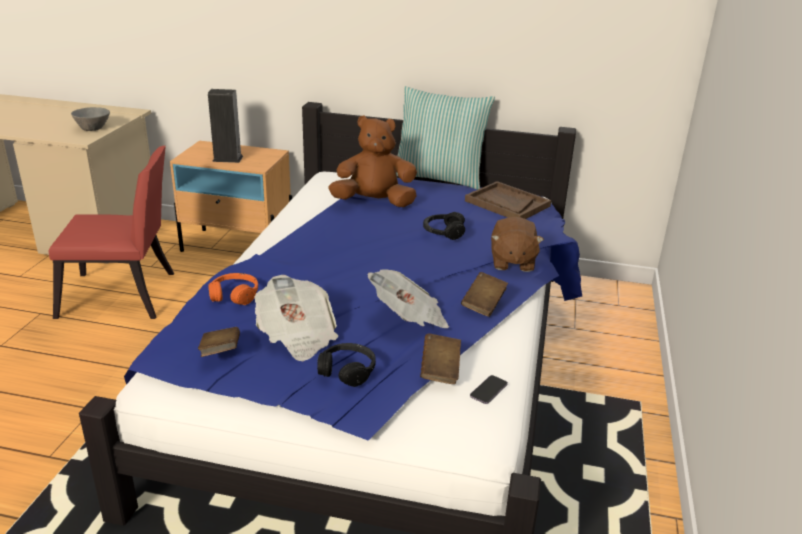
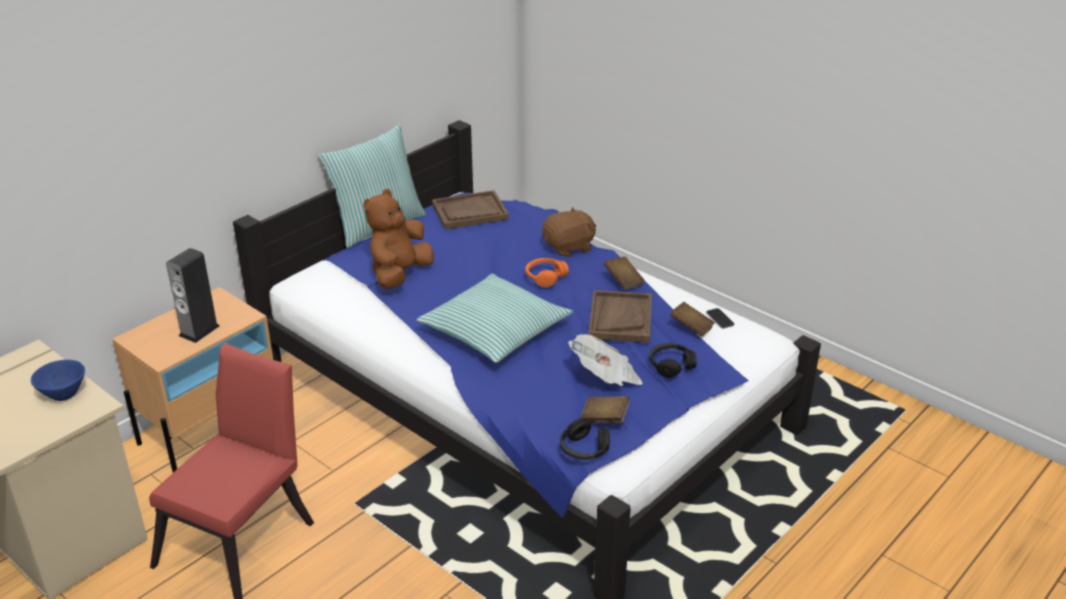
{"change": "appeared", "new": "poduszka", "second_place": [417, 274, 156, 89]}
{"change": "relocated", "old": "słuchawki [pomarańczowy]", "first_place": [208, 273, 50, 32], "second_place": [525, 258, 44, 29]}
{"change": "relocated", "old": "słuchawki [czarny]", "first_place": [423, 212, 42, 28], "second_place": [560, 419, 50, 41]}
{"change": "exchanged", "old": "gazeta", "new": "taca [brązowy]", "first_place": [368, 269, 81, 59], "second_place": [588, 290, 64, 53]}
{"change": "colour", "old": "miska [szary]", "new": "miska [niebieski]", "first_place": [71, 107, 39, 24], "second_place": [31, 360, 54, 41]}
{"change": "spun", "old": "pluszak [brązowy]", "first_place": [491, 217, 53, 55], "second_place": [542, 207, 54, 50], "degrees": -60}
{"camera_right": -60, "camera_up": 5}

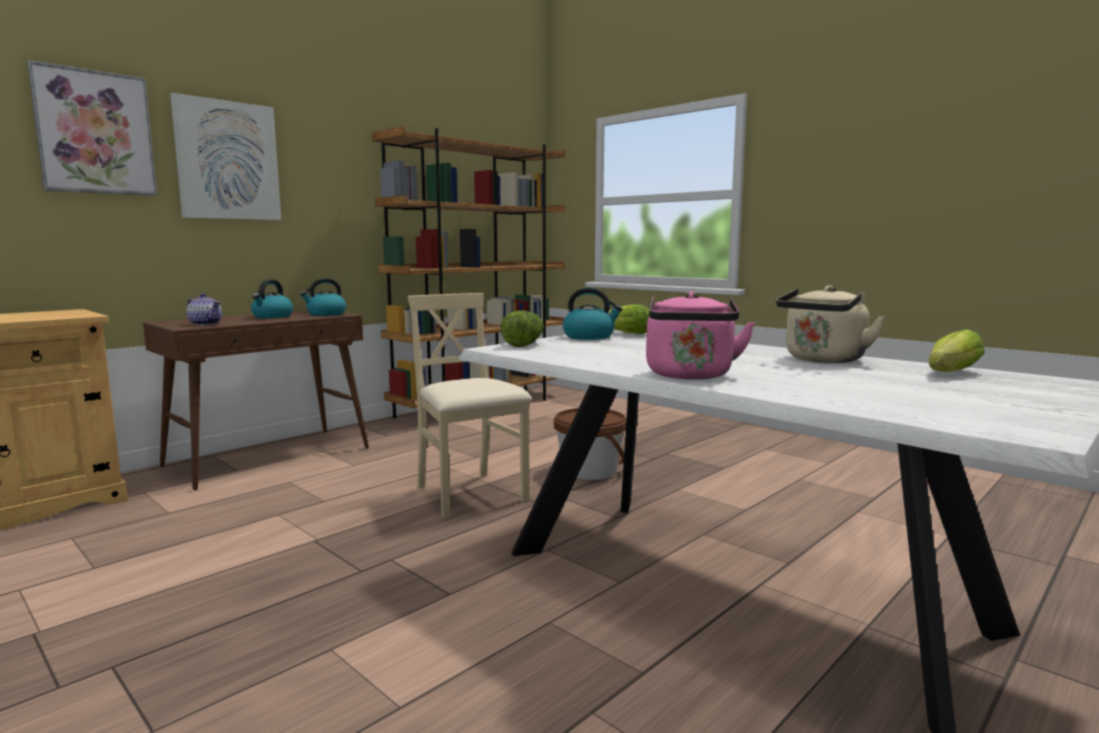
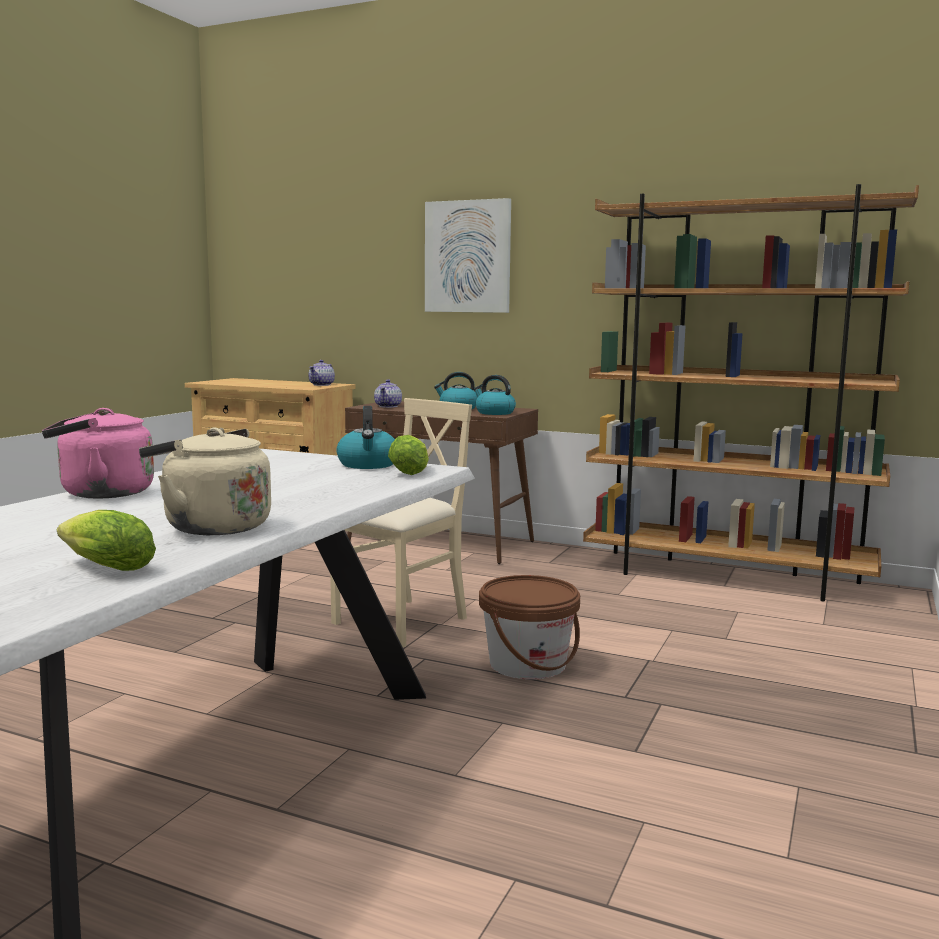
{"change": "missing", "old": "obraz", "first_place": [27, 60, 130, 136]}
{"change": "missing", "old": "sałata", "first_place": [501, 310, 43, 37]}
{"change": "appeared", "new": "imbryk", "second_place": [308, 360, 27, 26]}
{"camera_right": 70, "camera_up": 0}

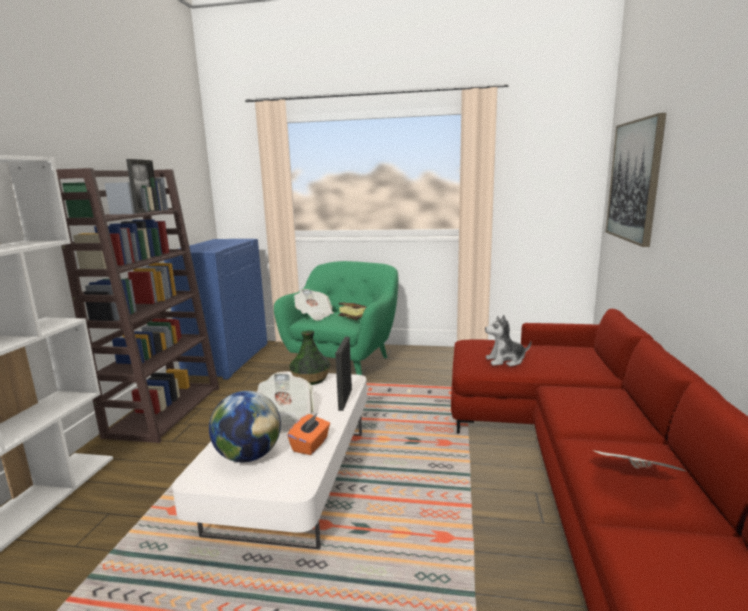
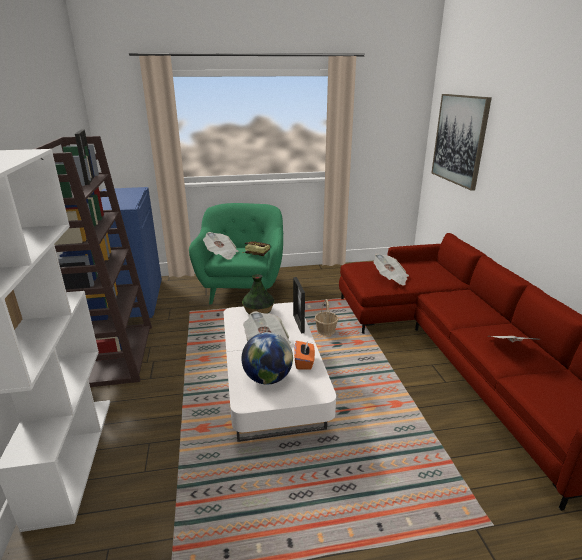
{"change": "appeared", "new": "koszyk", "second_place": [315, 299, 23, 37]}
{"change": "exchanged", "old": "pluszak", "new": "gazeta", "first_place": [485, 315, 46, 51], "second_place": [373, 254, 36, 32]}
{"camera_right": -20, "camera_up": 10}

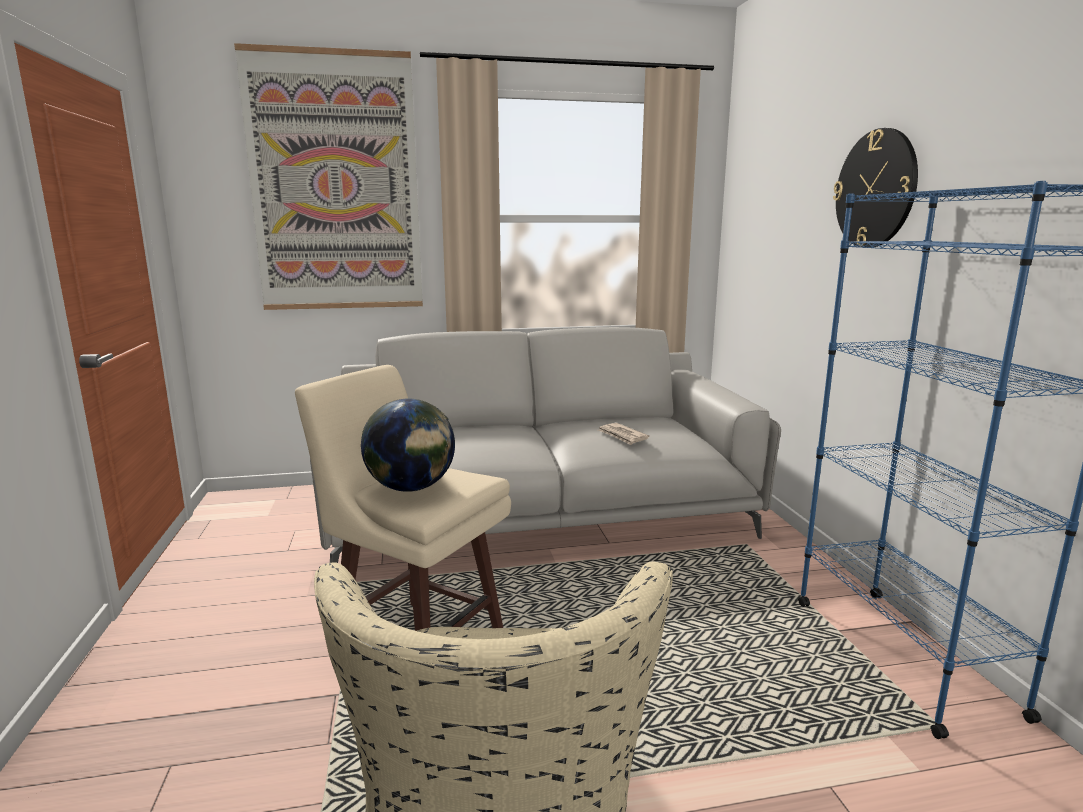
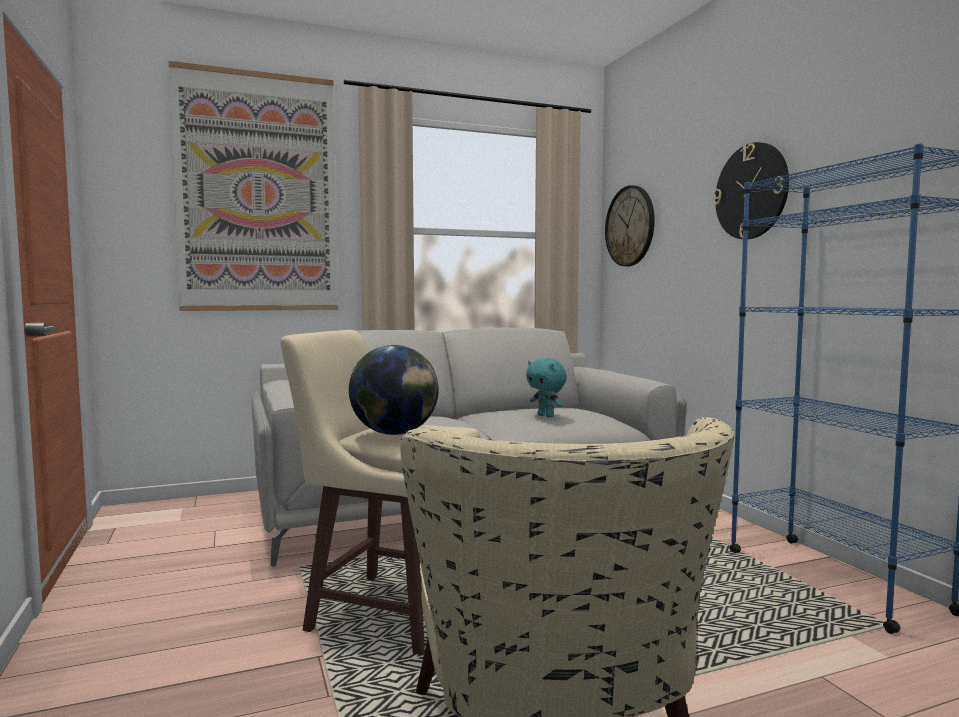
{"change": "appeared", "new": "zegar ścienny", "second_place": [605, 185, 50, 81]}
{"change": "exchanged", "old": "gazeta", "new": "pluszak [turkusowy]", "first_place": [598, 423, 52, 22], "second_place": [526, 358, 41, 60]}
{"camera_right": -10, "camera_up": -10}

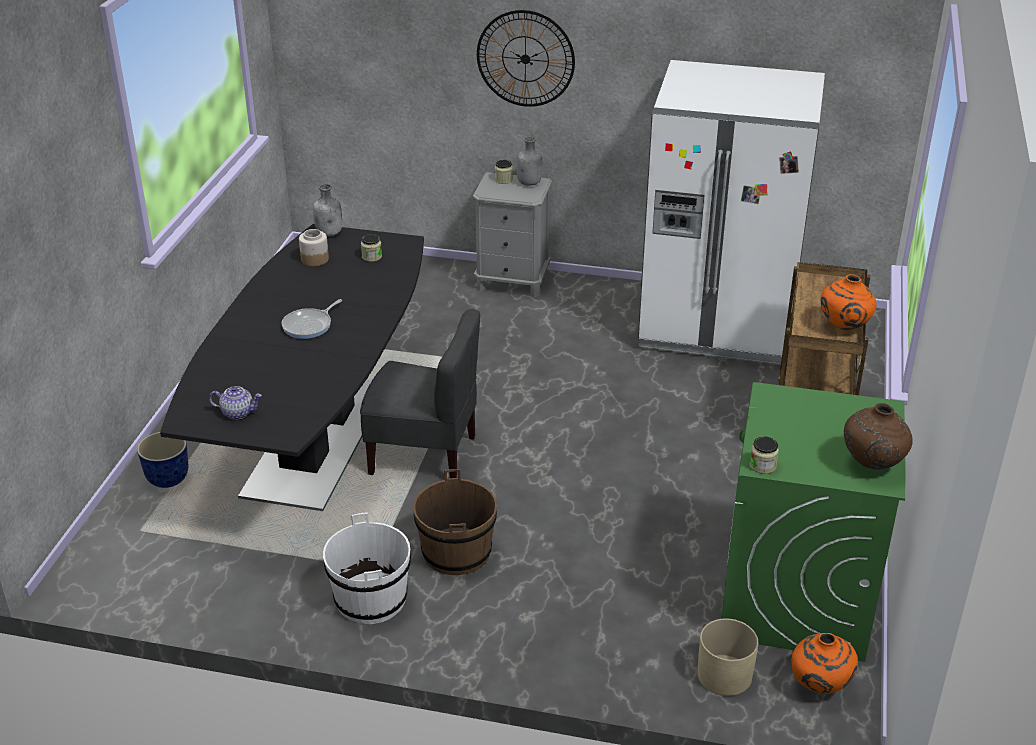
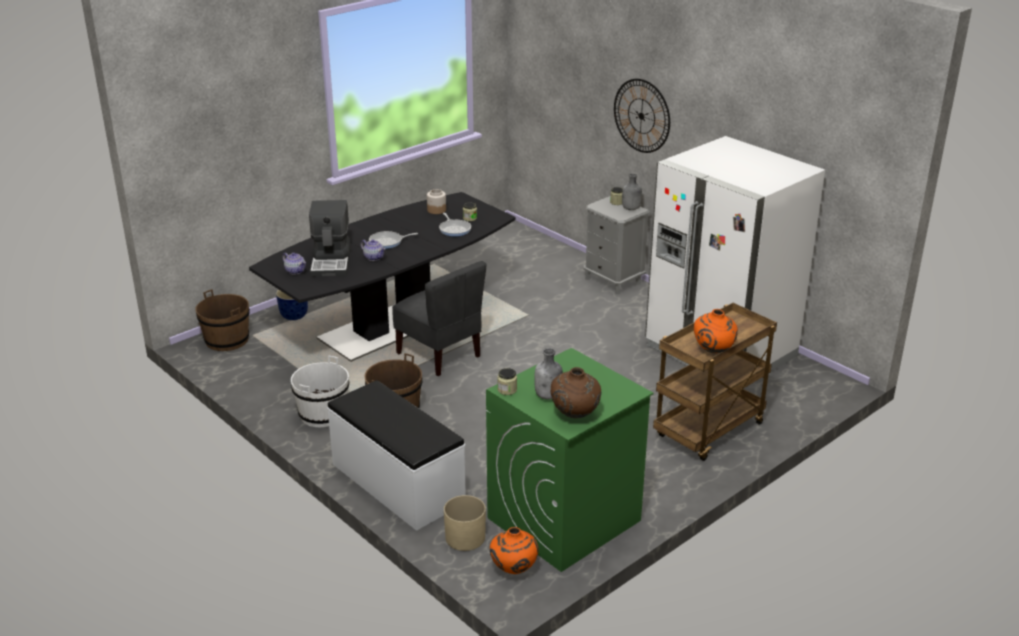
{"change": "appeared", "new": "wiadro [brązowy]", "second_place": [195, 289, 55, 62]}
{"change": "appeared", "new": "ekspres do kawy", "second_place": [309, 200, 42, 77]}
{"change": "appeared", "new": "ławka [biały]", "second_place": [327, 380, 139, 151]}
{"change": "appeared", "new": "imbryk", "second_place": [361, 240, 25, 21]}
{"change": "appeared", "new": "patelnia", "second_place": [439, 213, 32, 24]}
{"change": "relocated", "old": "butelka [szary]", "first_place": [313, 184, 29, 53], "second_place": [534, 348, 29, 52]}
{"camera_right": 35, "camera_up": -5}

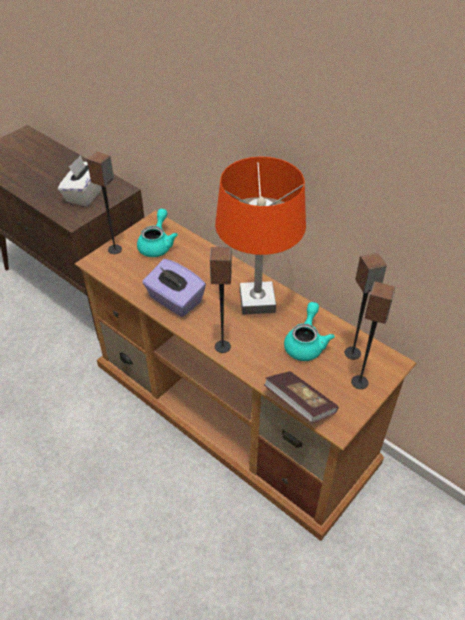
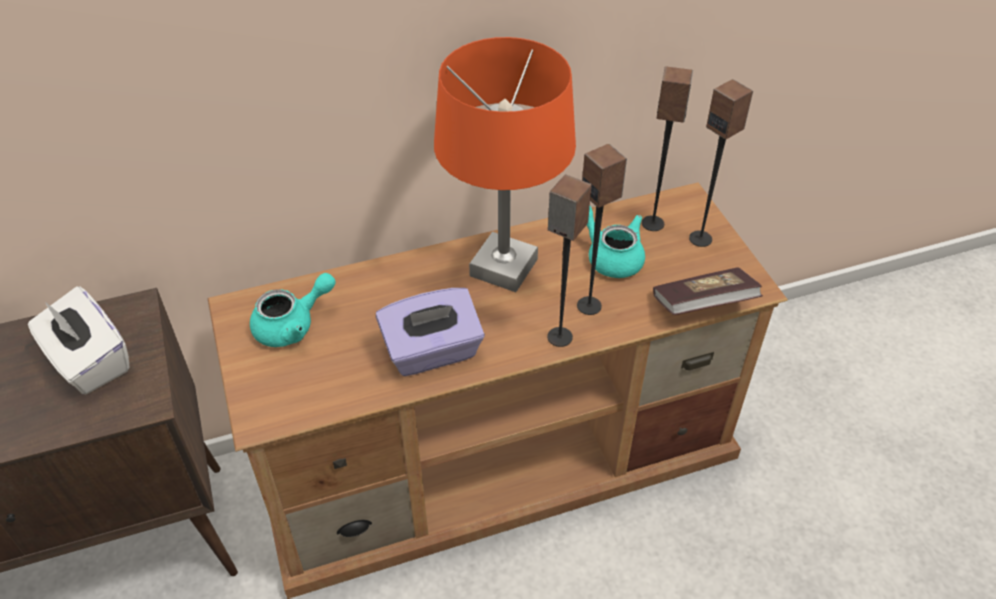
{"change": "relocated", "old": "głośnik", "first_place": [87, 151, 35, 103], "second_place": [577, 144, 50, 171]}
{"change": "spun", "old": "imbryk [turkusowy]", "first_place": [137, 209, 41, 48], "second_place": [250, 273, 85, 74], "degrees": 105}
{"camera_right": -60, "camera_up": 0}

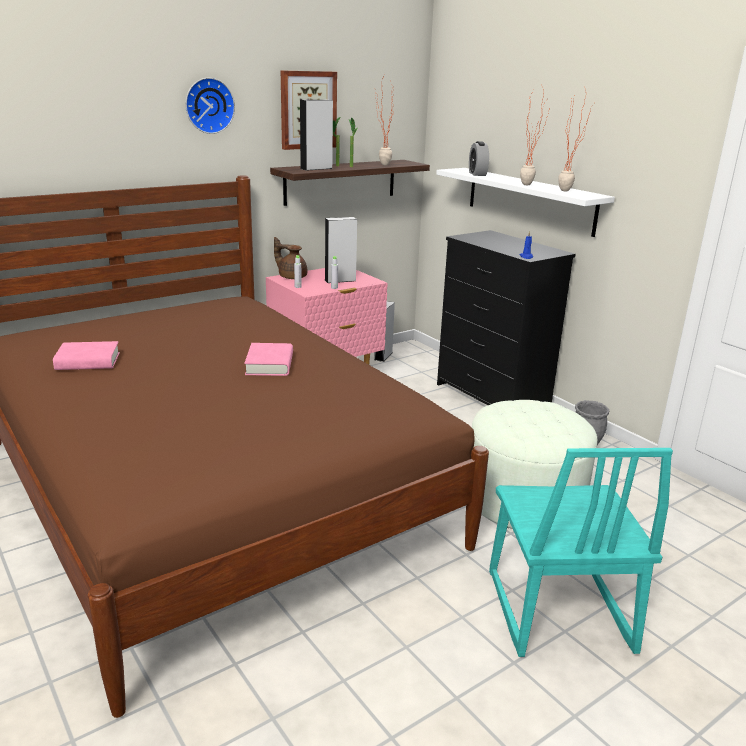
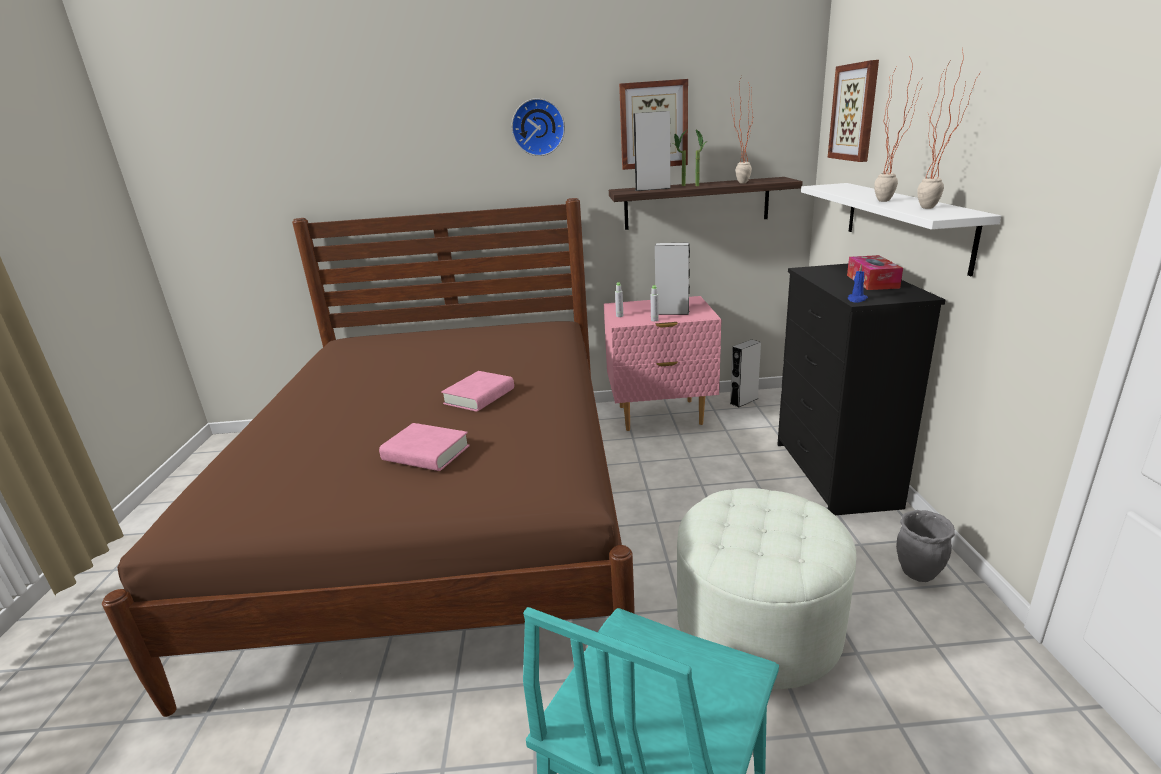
{"change": "missing", "old": "imbryk [brązowy]", "first_place": [274, 237, 33, 42]}
{"change": "missing", "old": "budzik", "first_place": [469, 141, 20, 35]}
{"change": "appeared", "new": "obraz", "second_place": [828, 60, 51, 102]}
{"change": "appeared", "new": "pudełko chusteczek", "second_place": [847, 255, 56, 35]}
{"change": "relocated", "old": "książka [różowy]", "first_place": [53, 341, 67, 29], "second_place": [379, 423, 91, 48]}
{"camera_right": 35, "camera_up": 0}

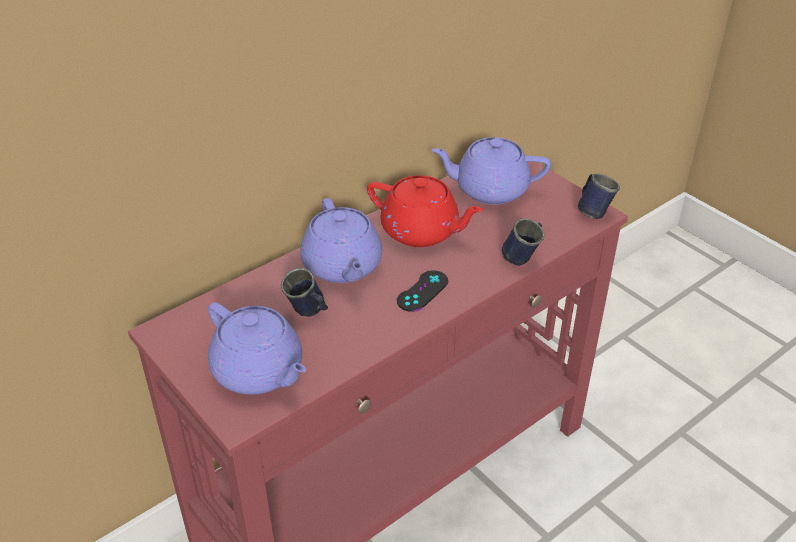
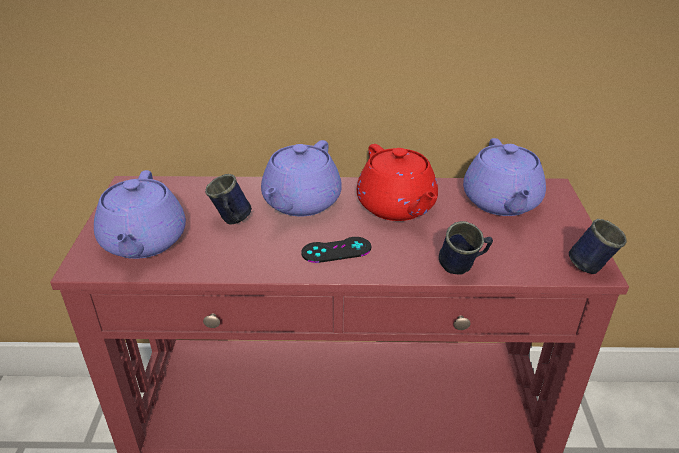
{"change": "spun", "old": "imbryk [fioletowy]", "first_place": [431, 137, 120, 68], "second_place": [463, 138, 83, 78], "degrees": -135}
{"camera_right": 40, "camera_up": -5}

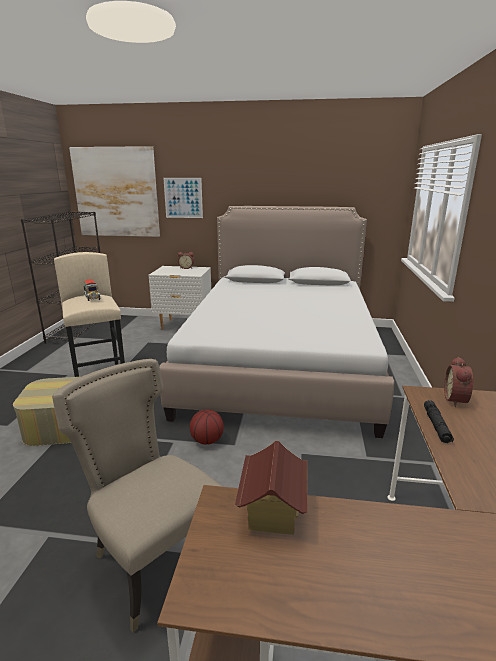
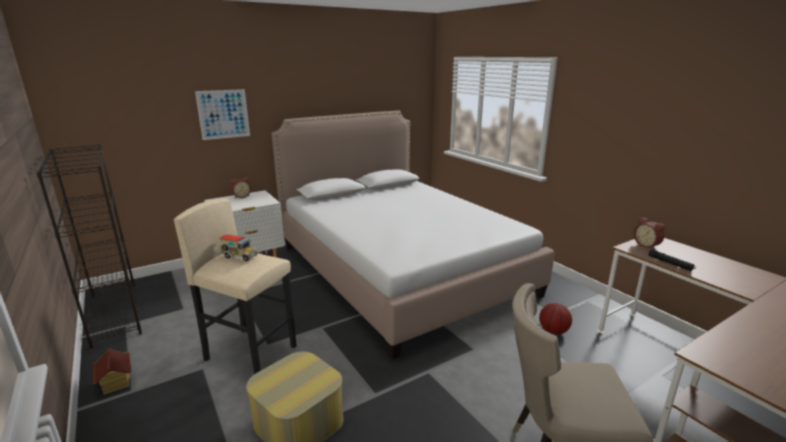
{"change": "missing", "old": "obraz", "first_place": [69, 146, 91, 91]}
{"change": "relocated", "old": "piłka do koszykówki", "first_place": [190, 410, 34, 35], "second_place": [539, 303, 33, 31]}
{"change": "relocated", "old": "domek", "first_place": [235, 441, 72, 94], "second_place": [92, 349, 39, 46]}
{"camera_right": -40, "camera_up": 0}

